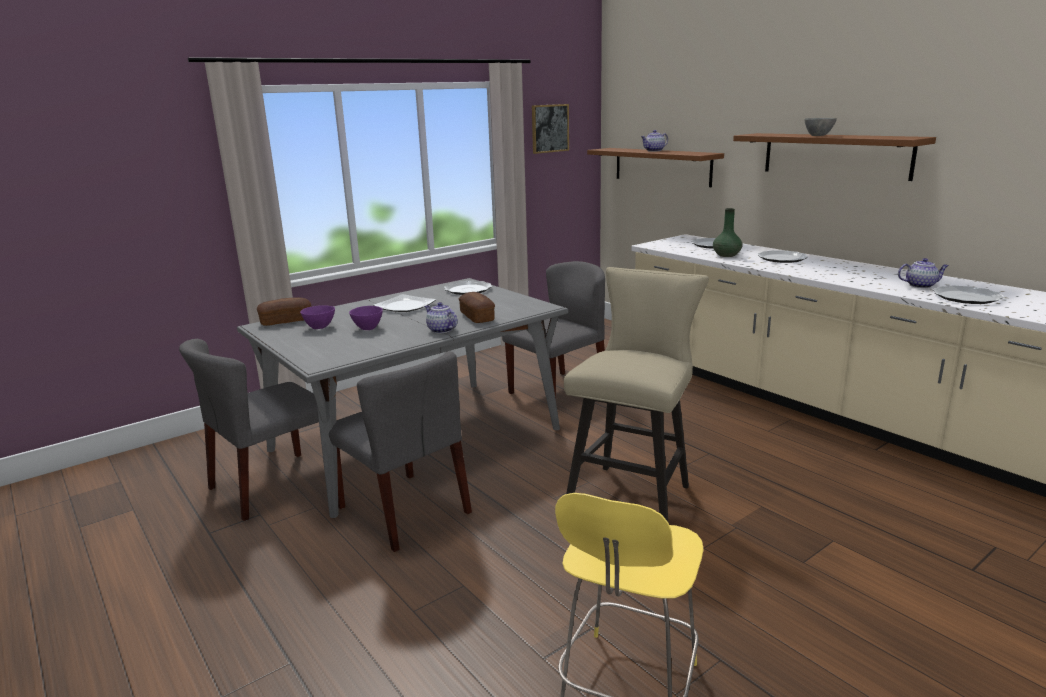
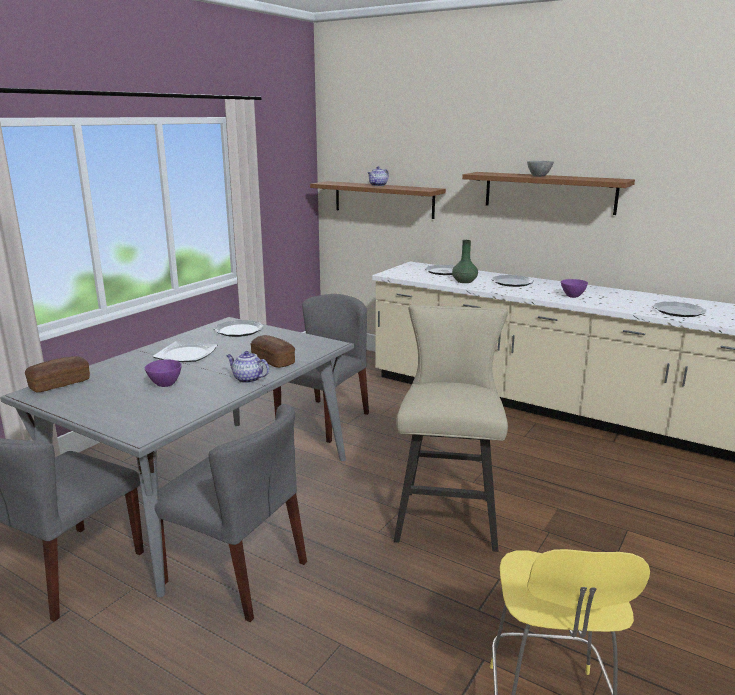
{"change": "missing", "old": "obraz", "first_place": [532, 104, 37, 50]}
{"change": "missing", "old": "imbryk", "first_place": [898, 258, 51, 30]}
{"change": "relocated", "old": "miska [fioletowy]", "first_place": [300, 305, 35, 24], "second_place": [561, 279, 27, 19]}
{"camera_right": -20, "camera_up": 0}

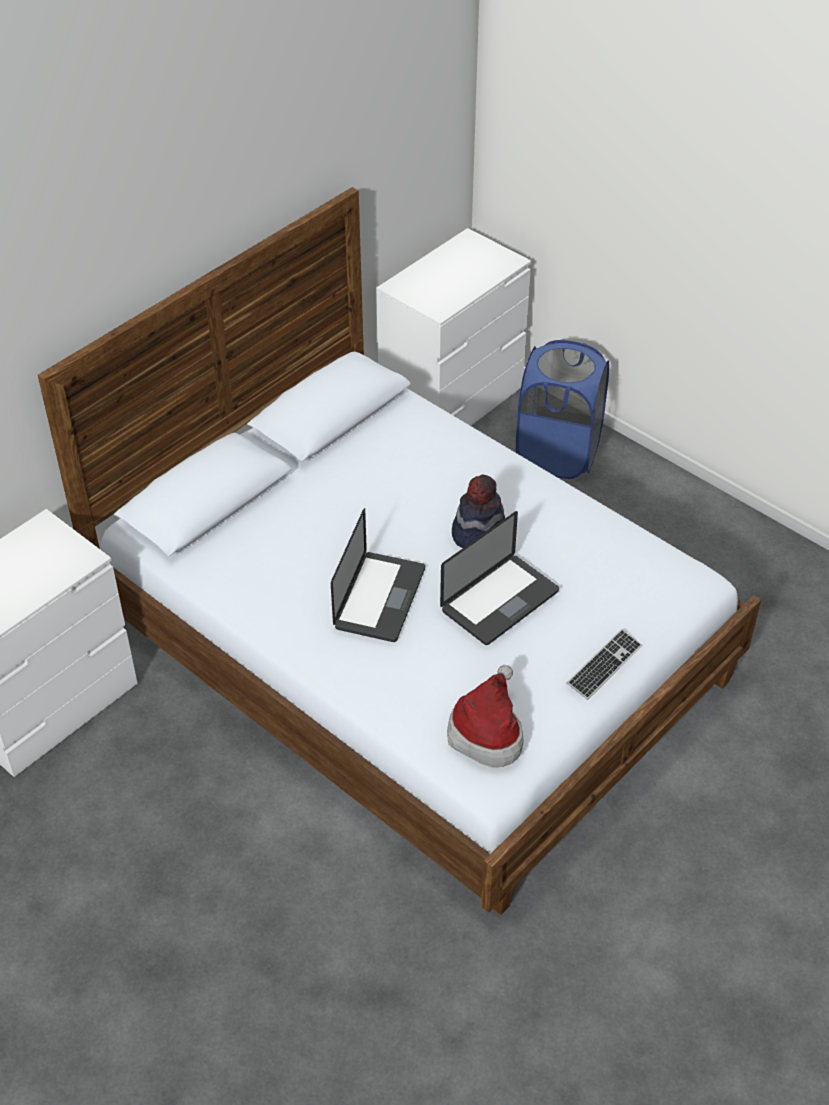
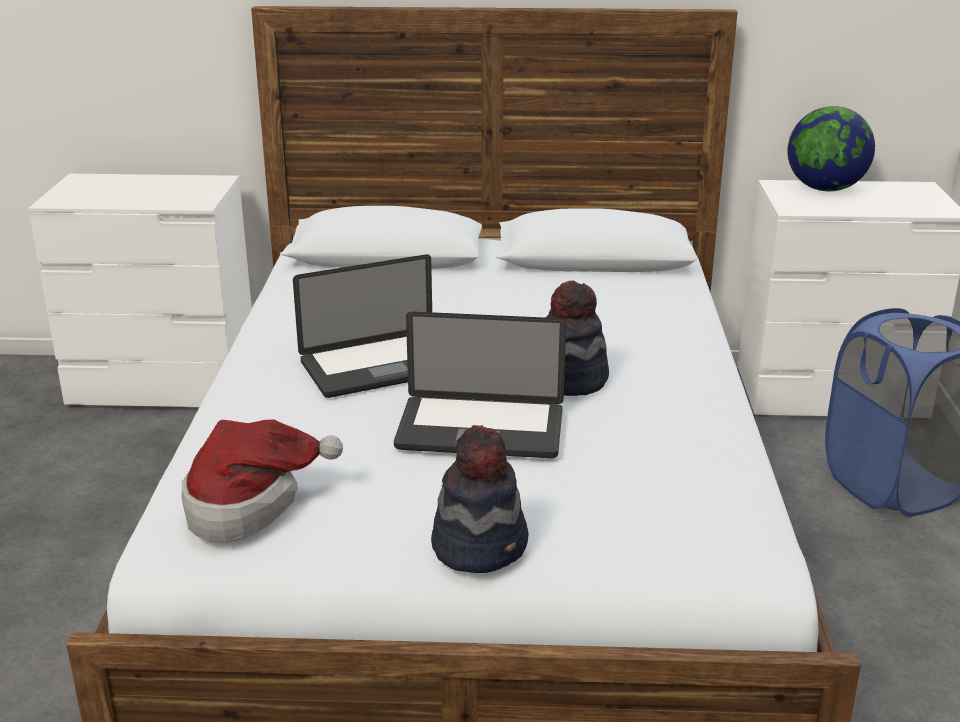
{"change": "appeared", "new": "globus", "second_place": [787, 106, 88, 85]}
{"change": "exchanged", "old": "klawiatura", "new": "kapelusz", "first_place": [567, 629, 75, 71], "second_place": [431, 425, 97, 148]}
{"camera_right": 50, "camera_up": -20}

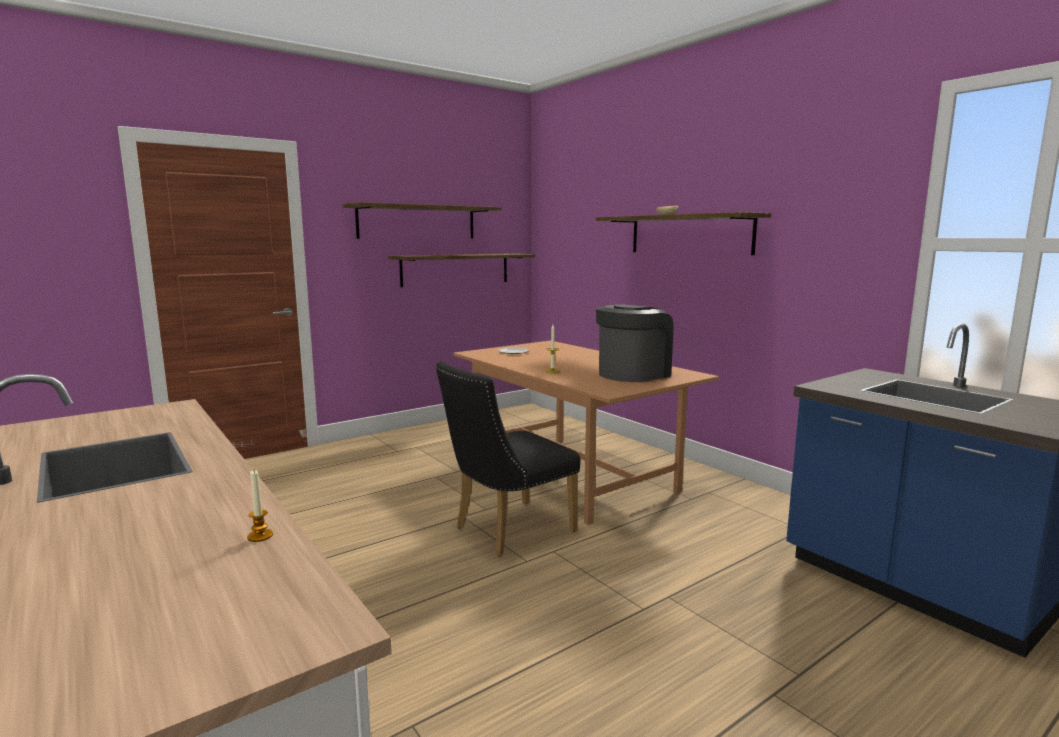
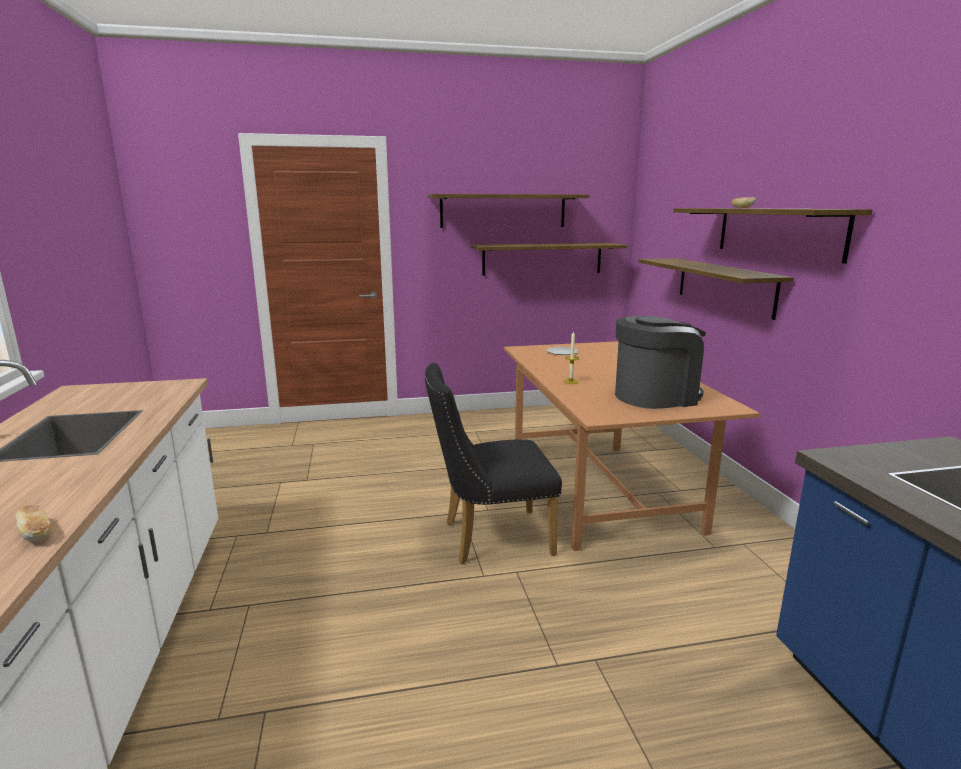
{"change": "appeared", "new": "półka", "second_place": [638, 258, 156, 62]}
{"change": "exchanged", "old": "świeca", "new": "chleb", "first_place": [247, 470, 26, 72], "second_place": [16, 505, 36, 36]}
{"camera_right": 25, "camera_up": 5}

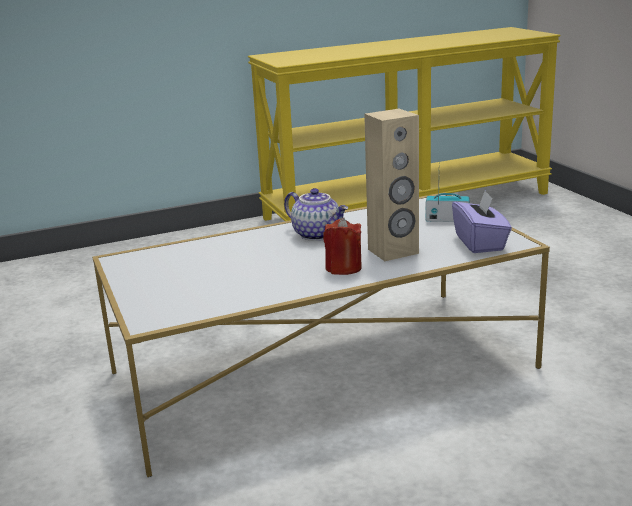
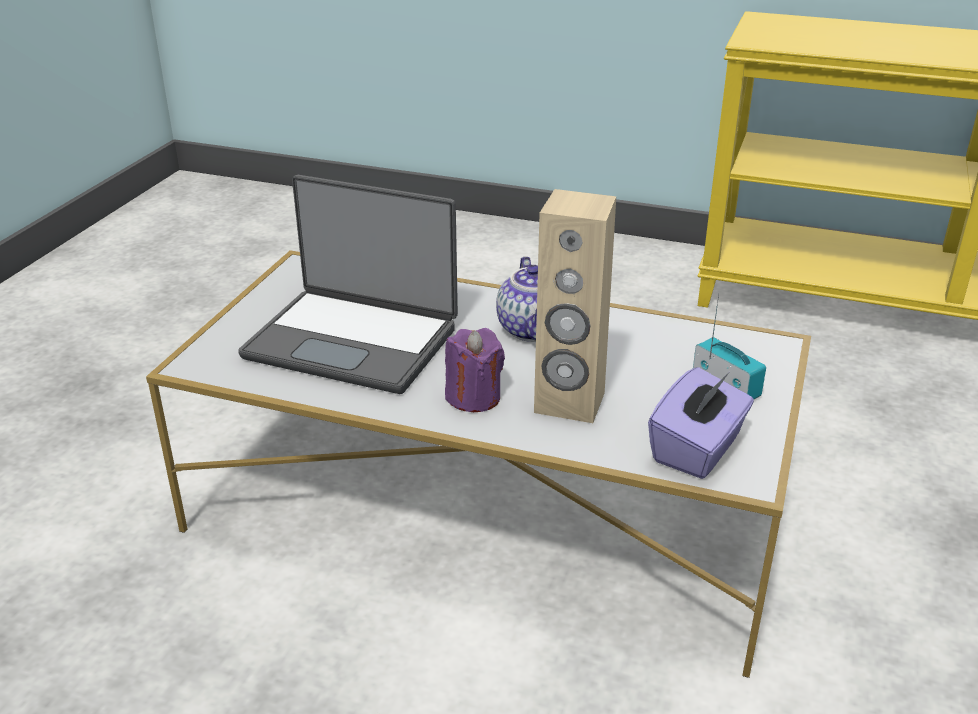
{"change": "appeared", "new": "laptop", "second_place": [238, 175, 220, 219]}
{"change": "colour", "old": "świeca [czerwony]", "new": "świeca [fioletowy]", "first_place": [323, 218, 39, 57], "second_place": [445, 328, 60, 84]}
{"camera_right": 40, "camera_up": 10}

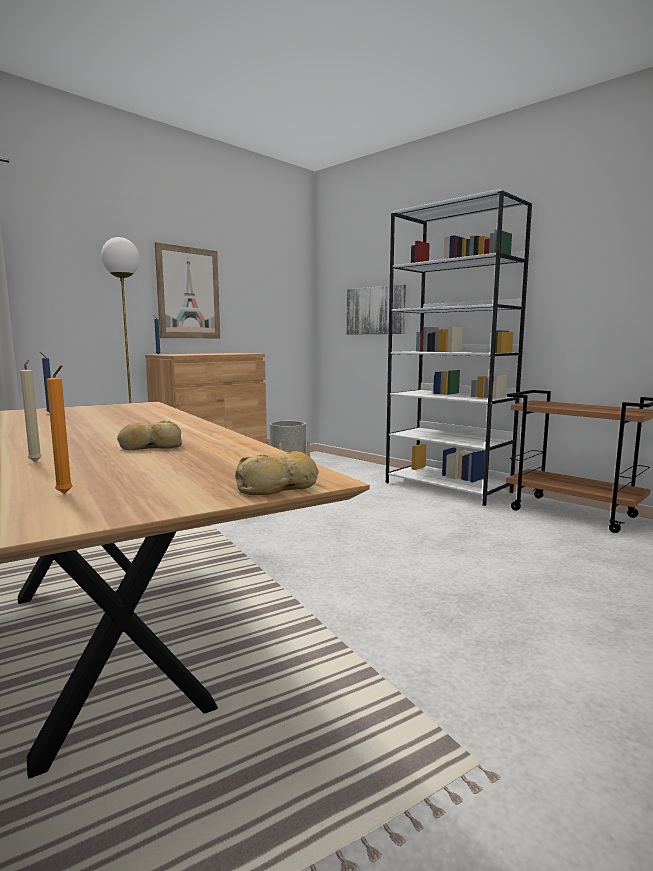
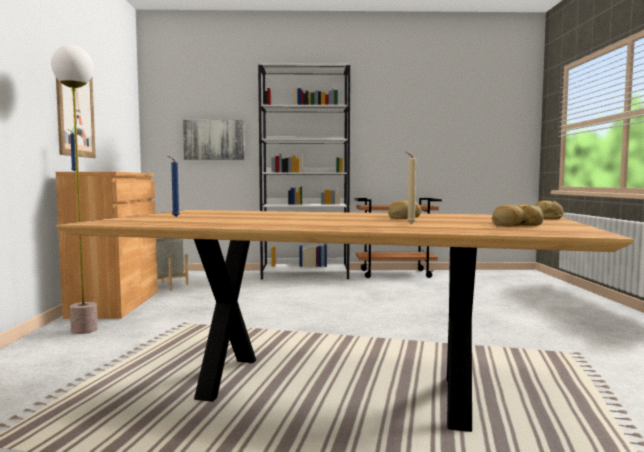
{"change": "exchanged", "old": "świeca [pomarańczowy]", "new": "chleb", "first_place": [46, 365, 27, 129], "second_place": [492, 204, 52, 22]}
{"camera_right": -45, "camera_up": -5}

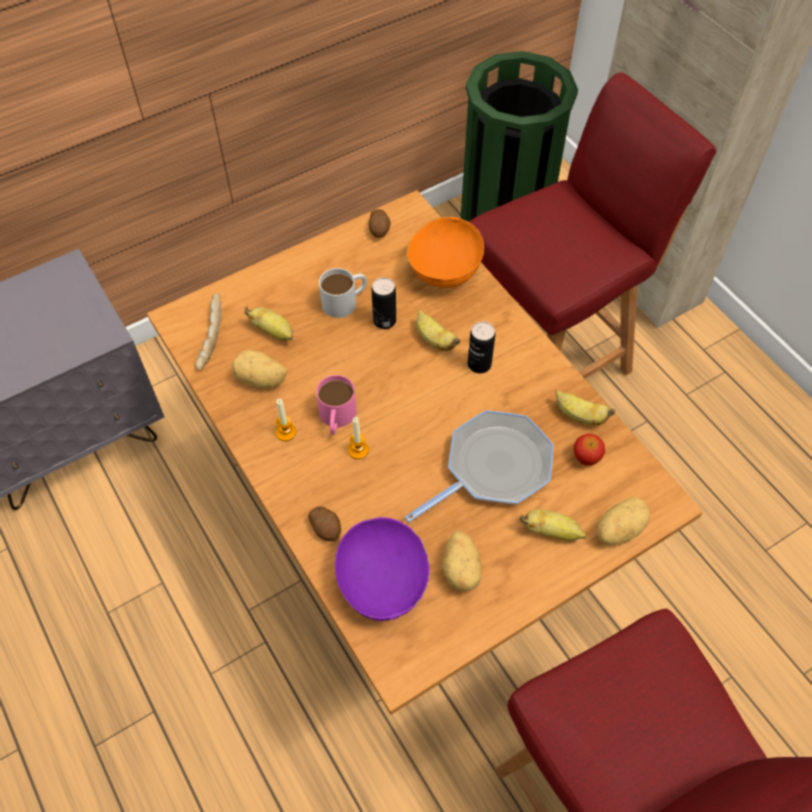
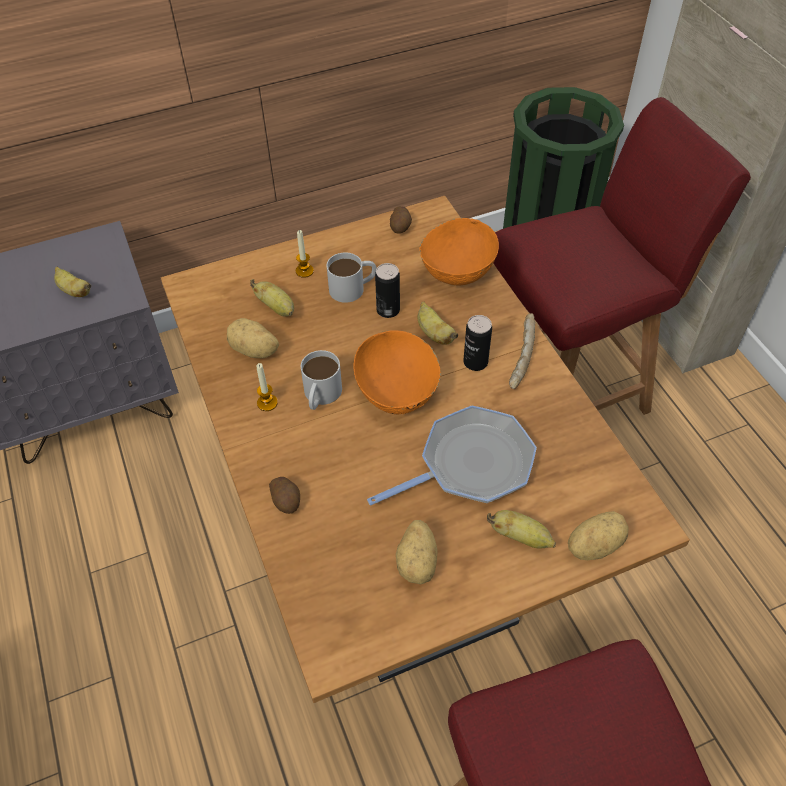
{"change": "missing", "old": "miska [fioletowy]", "first_place": [335, 517, 95, 104]}
{"change": "missing", "old": "jabłko", "first_place": [573, 434, 32, 32]}
{"change": "appeared", "new": "miska [pomarańczowy]", "second_place": [353, 330, 88, 84]}
{"change": "relocated", "old": "chleb", "first_place": [195, 293, 27, 77], "second_place": [509, 313, 26, 76]}
{"change": "relocated", "old": "świeca", "first_place": [348, 417, 21, 42], "second_place": [296, 230, 18, 48]}
{"change": "relocated", "old": "banan", "first_place": [555, 390, 60, 35], "second_place": [54, 267, 37, 30]}
{"change": "colour", "old": "kubek [różowy]", "new": "kubek [biały]", "first_place": [316, 375, 41, 60], "second_place": [301, 350, 41, 60]}
{"camera_right": 10, "camera_up": -5}

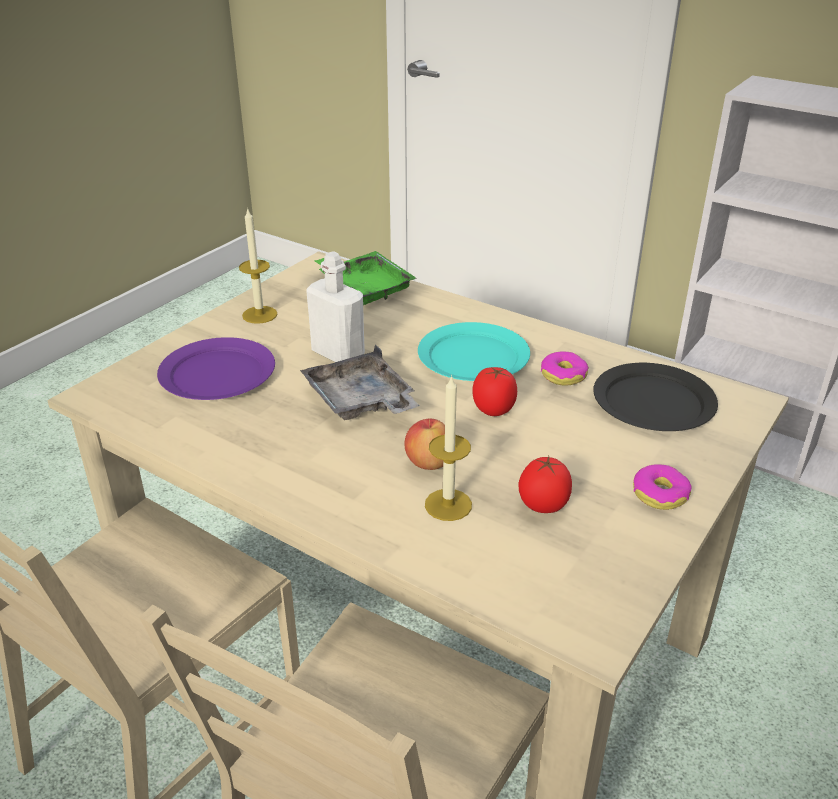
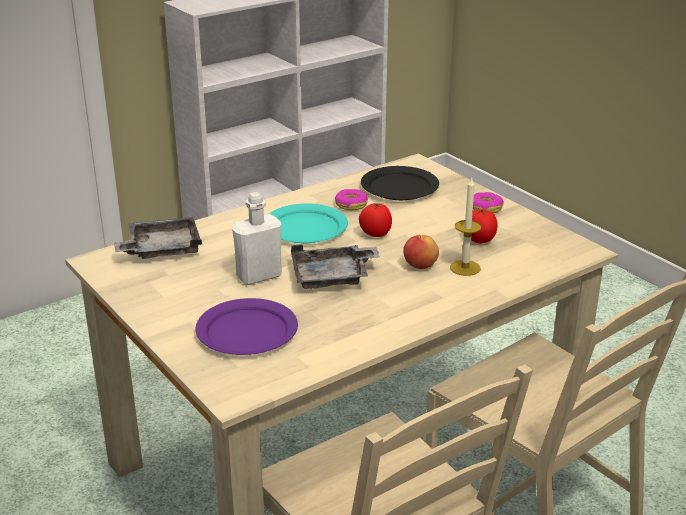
{"change": "missing", "old": "świeca", "first_place": [239, 207, 38, 117]}
{"change": "colour", "old": "taca [zielony]", "new": "taca [szary]", "first_place": [314, 251, 103, 54], "second_place": [114, 217, 88, 42]}
{"camera_right": -70, "camera_up": -5}

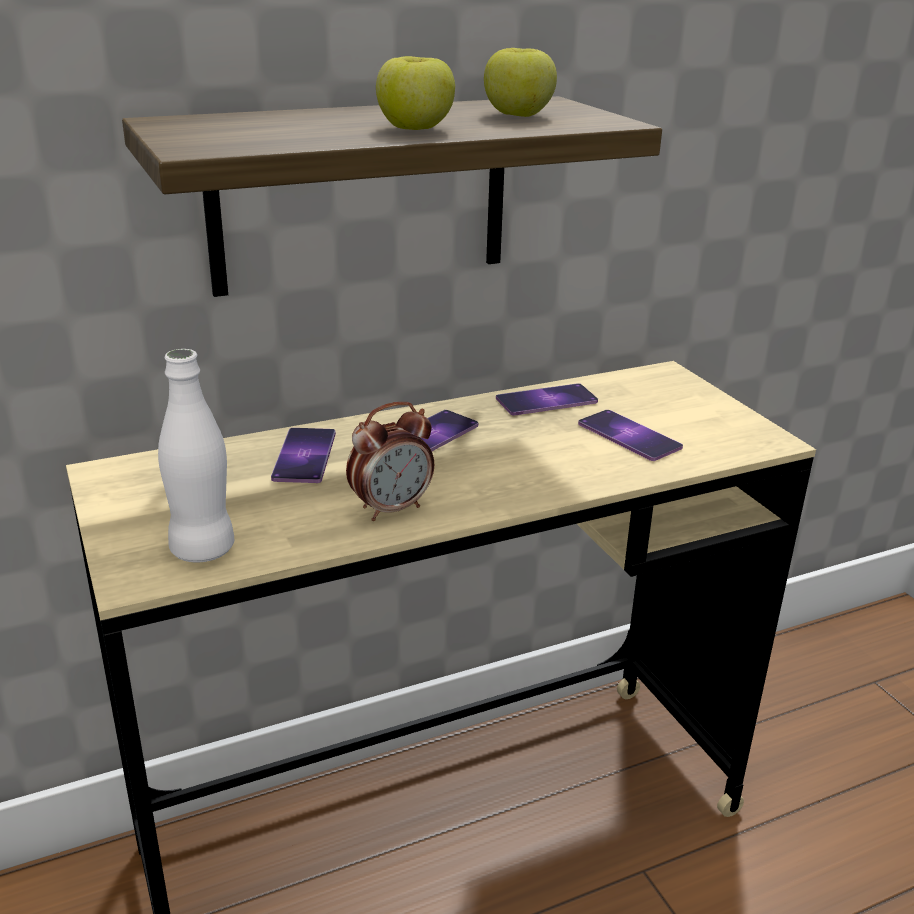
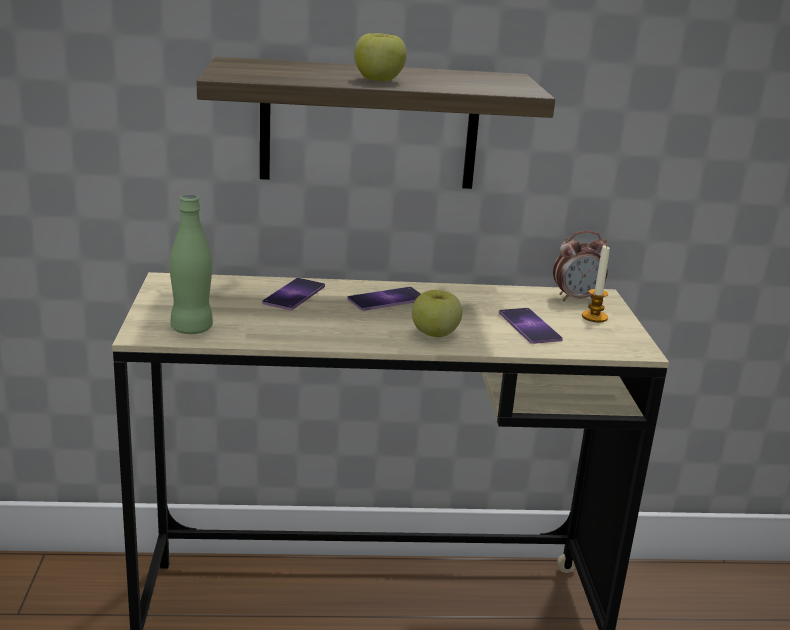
{"change": "missing", "old": "telefon", "first_place": [496, 383, 102, 33]}
{"change": "appeared", "new": "świeca", "second_place": [582, 244, 28, 79]}
{"change": "relocated", "old": "budzik", "first_place": [346, 402, 88, 119], "second_place": [553, 231, 55, 70]}
{"change": "relocated", "old": "jabłko", "first_place": [484, 48, 73, 69], "second_place": [412, 290, 50, 47]}
{"change": "colour", "old": "butelka [biały]", "new": "butelka [zielony]", "first_place": [158, 349, 76, 214], "second_place": [169, 194, 44, 140]}
{"camera_right": 20, "camera_up": -5}

